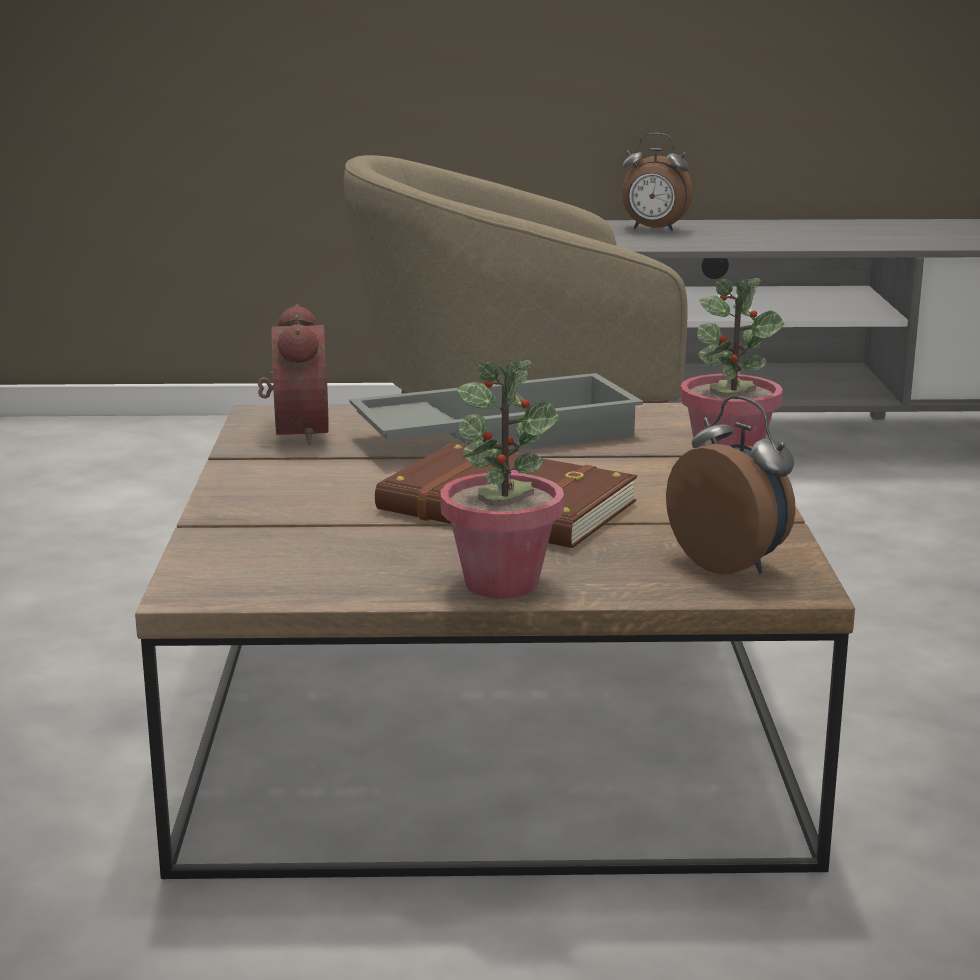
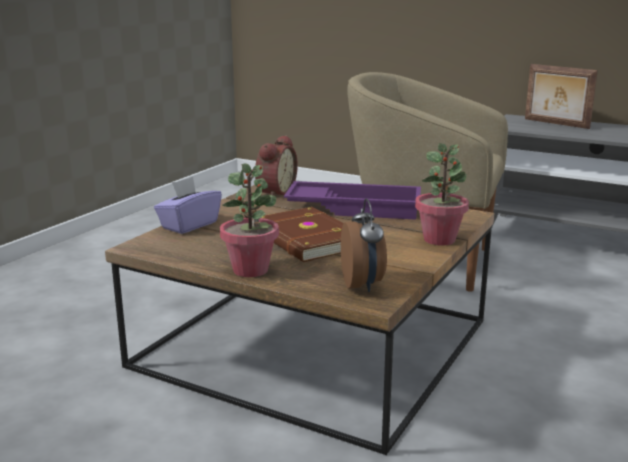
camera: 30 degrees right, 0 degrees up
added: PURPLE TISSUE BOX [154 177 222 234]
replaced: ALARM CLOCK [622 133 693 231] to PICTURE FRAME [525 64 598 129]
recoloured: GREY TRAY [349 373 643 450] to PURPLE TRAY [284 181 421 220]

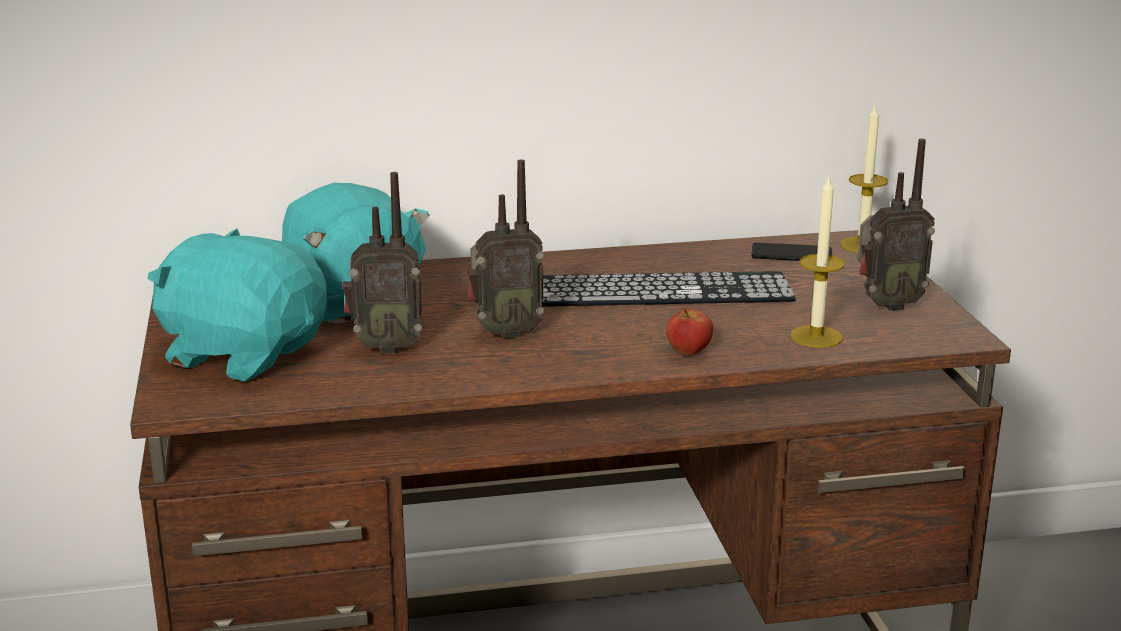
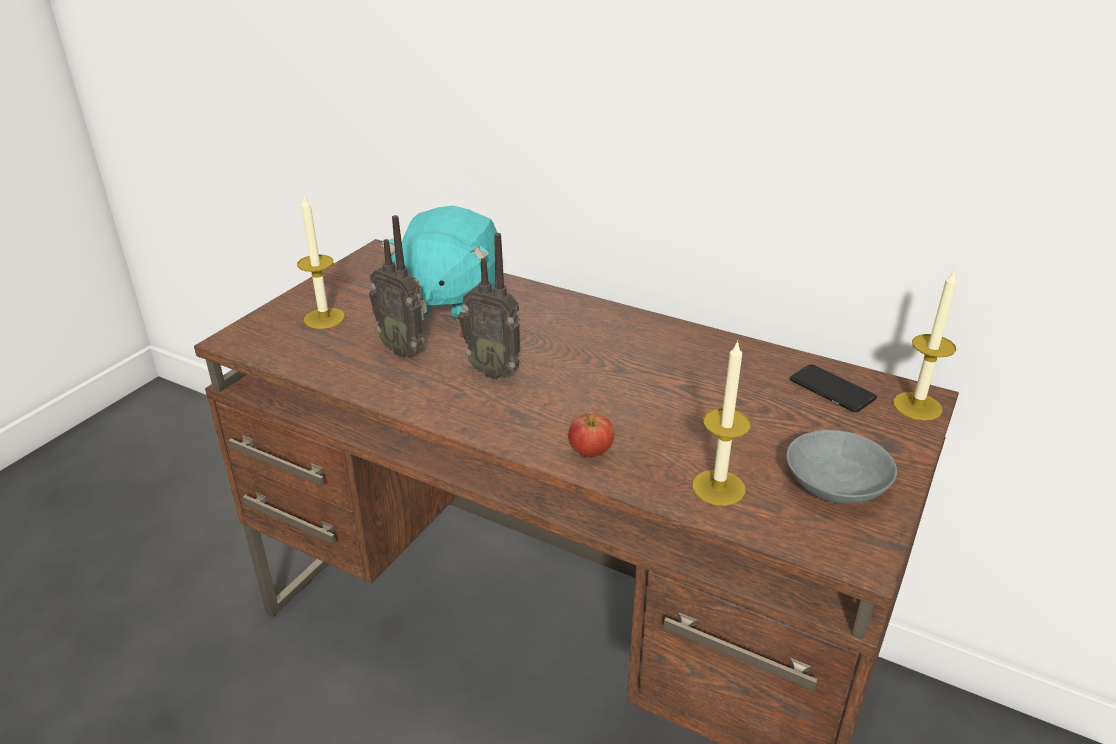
camera: 40 degrees right, 10 degrees up
removed: KEYBOARD [542 271 796 307]
replaced: TURQUOISE PLUSH TOY [147 229 327 381] to CANDLE [297 195 345 329]; RADIO [858 139 935 311] to GREY BOWL [786 430 897 504]

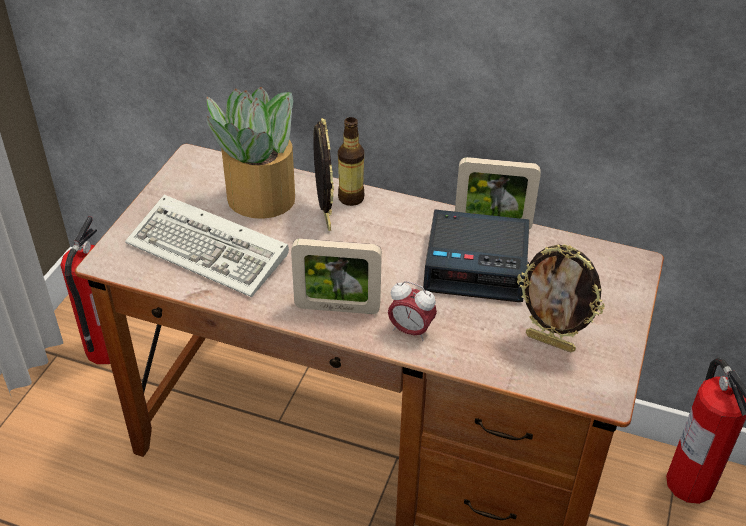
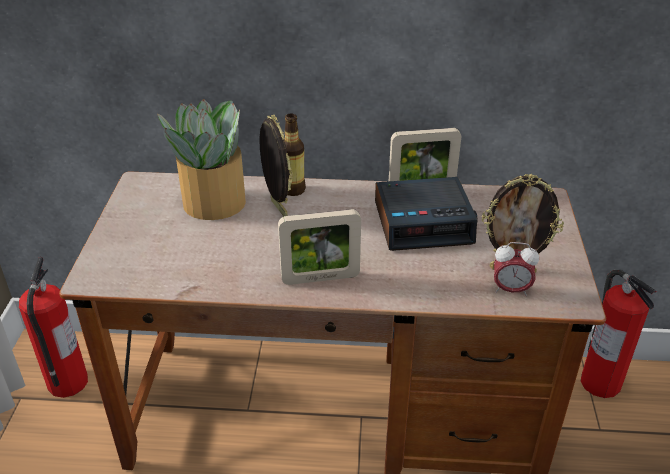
camera: 15 degrees left, 5 degrees down
removed: KEYBOARD [125 195 289 297]
moved: ALARM CLOCK [388 281 437 341] to [494 242 539 296]

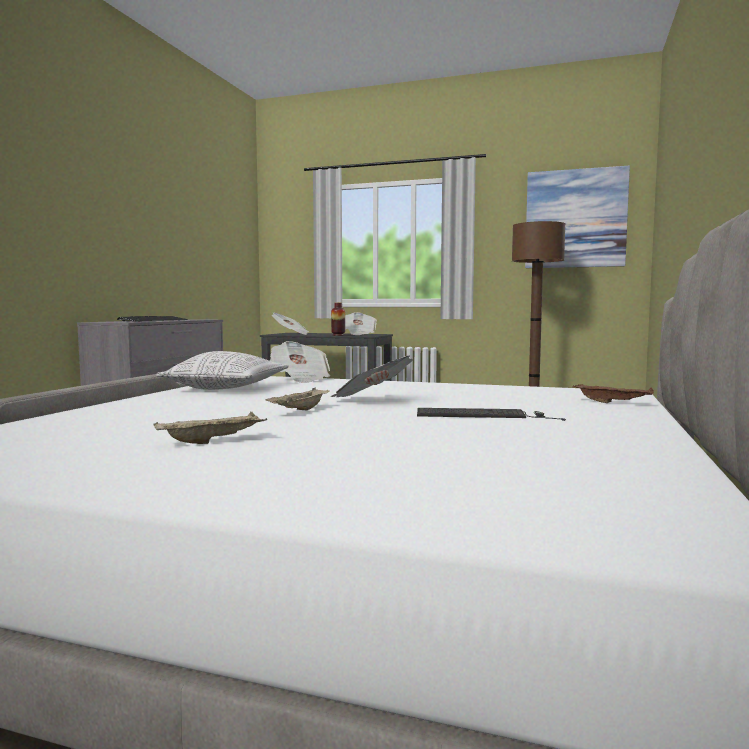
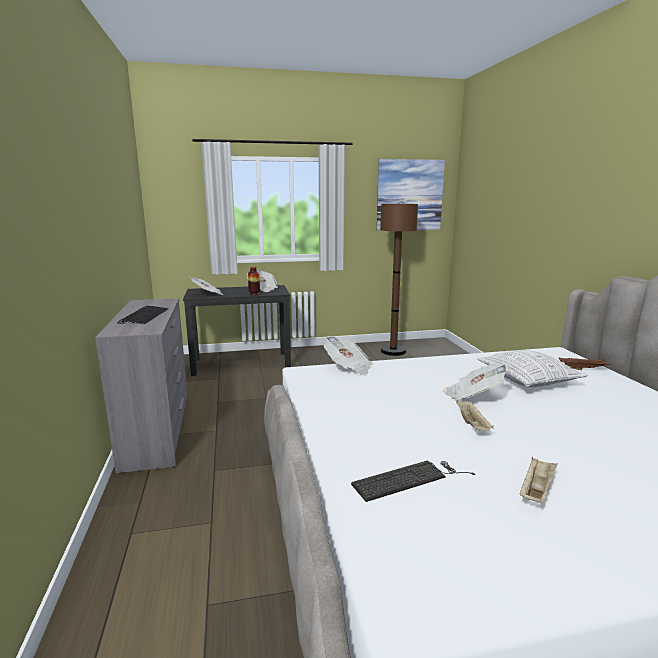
camera: 30 degrees left, 10 degrees up
moved: KEYBOARD [417 408 566 421] to [351 460 475 502]; PILLOW [156 351 289 390] to [477 350 588 387]

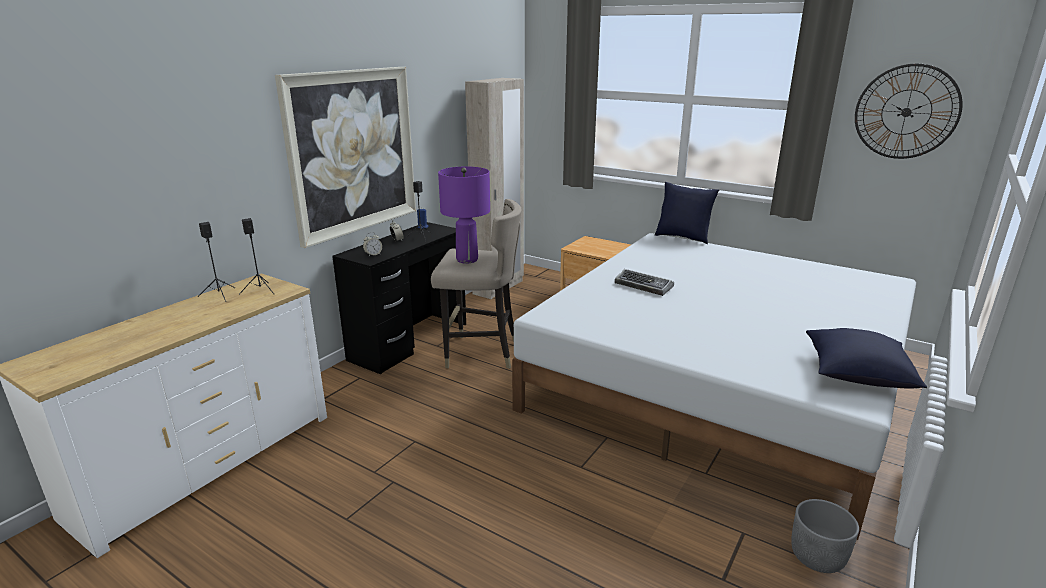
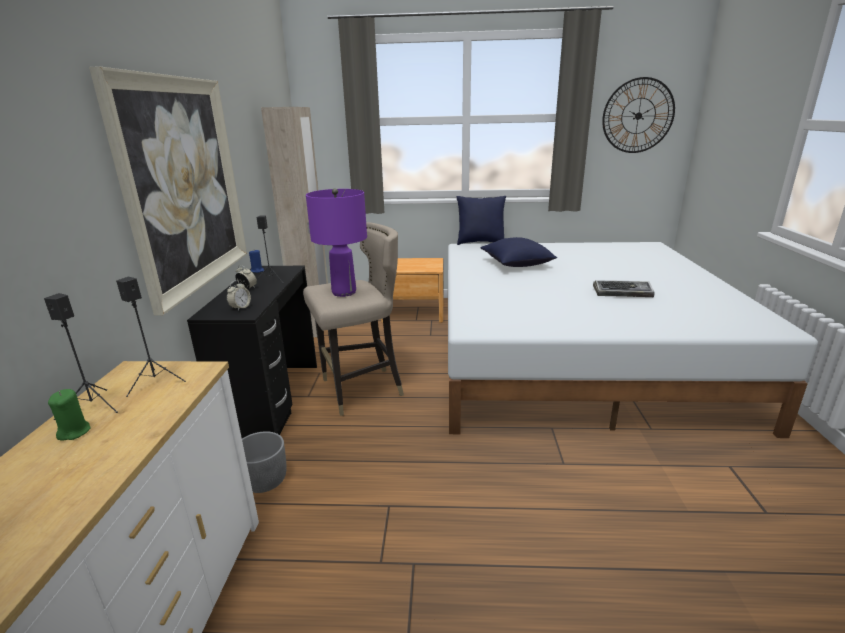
camera: 30 degrees left, 0 degrees up
added: GREEN CANDLE [48 389 91 441]
moved: GREY PLANTER [791 499 859 573] to [242 431 286 493]; BLUE PILLOW [806 328 927 389] to [481 237 557 267]; KEYBOARD [615 269 674 296] to [593 280 655 297]

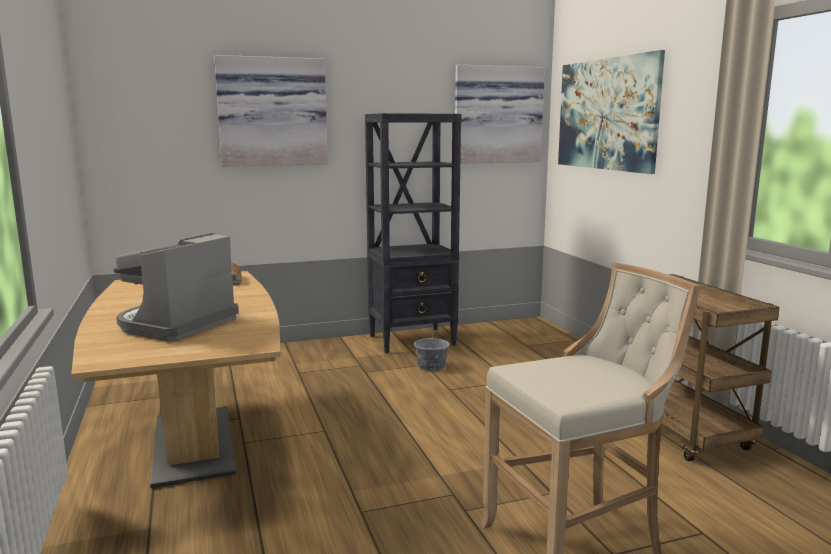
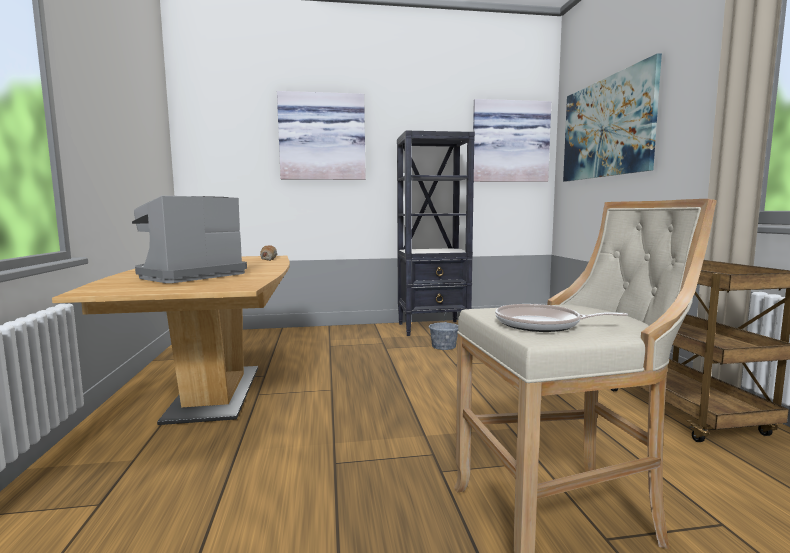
camera: 10 degrees right, 5 degrees down
added: FRYING PAN [495 304 628 332]

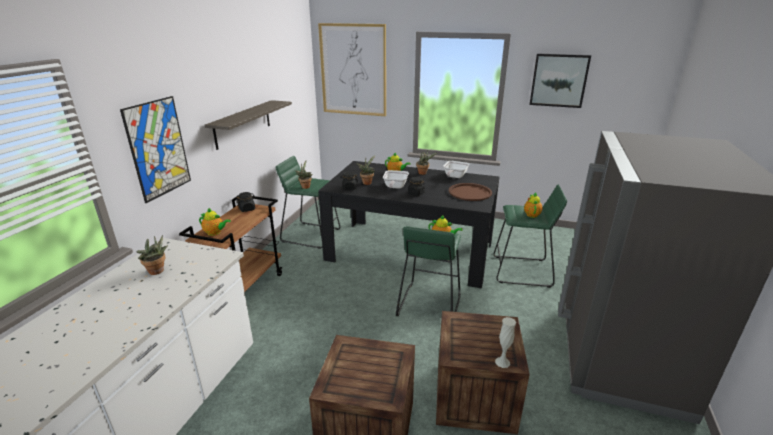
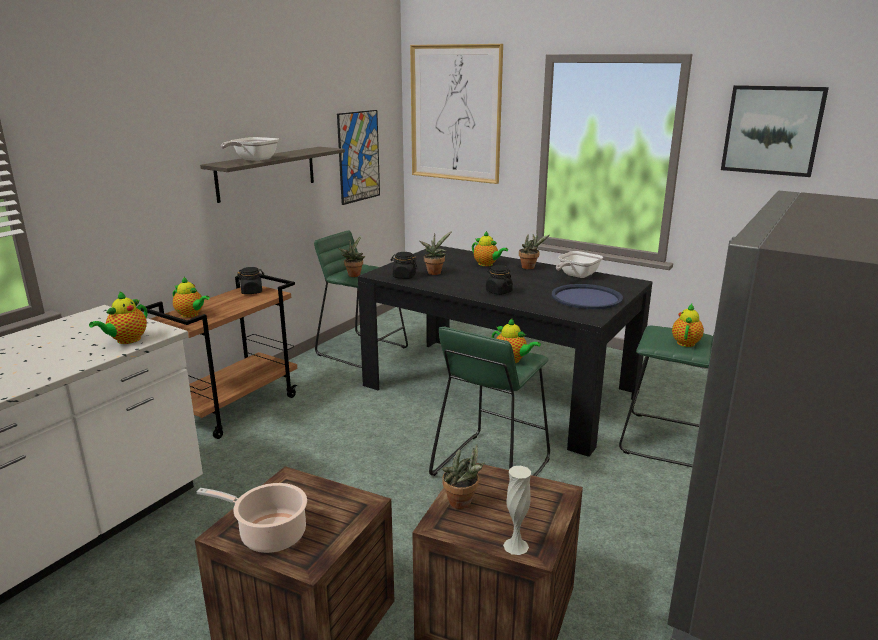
camera: 15 degrees right, 5 degrees down
added: TEAPOT [89 291 148 344]; COOKING POT [197 483 307 553]
moved: FRYING PAN [383 170 409 189] to [221 137 279 161]; PICTURE [120 96 191 203] to [337 110 380 205]; POTTED PLANT [137 235 168 275] to [442 444 485 509]
recoloured: BROWN TRAY [449 183 492 201] to BLUE TRAY [552 284 623 309]

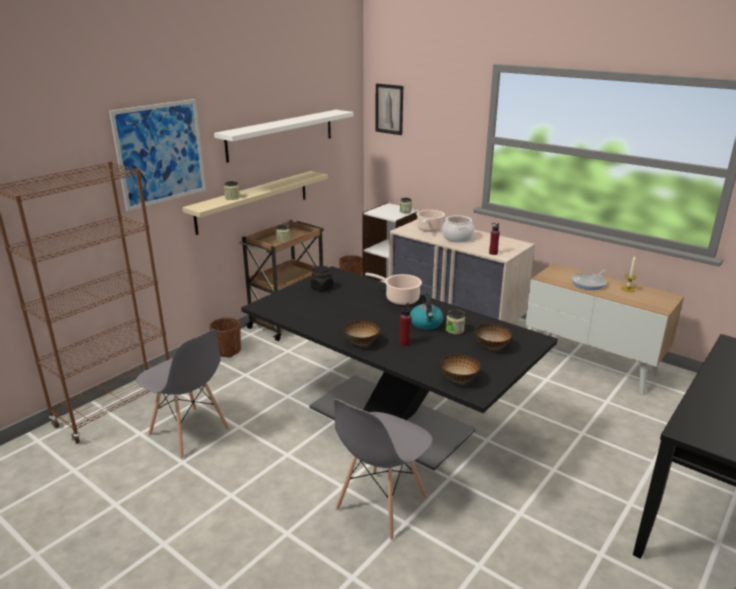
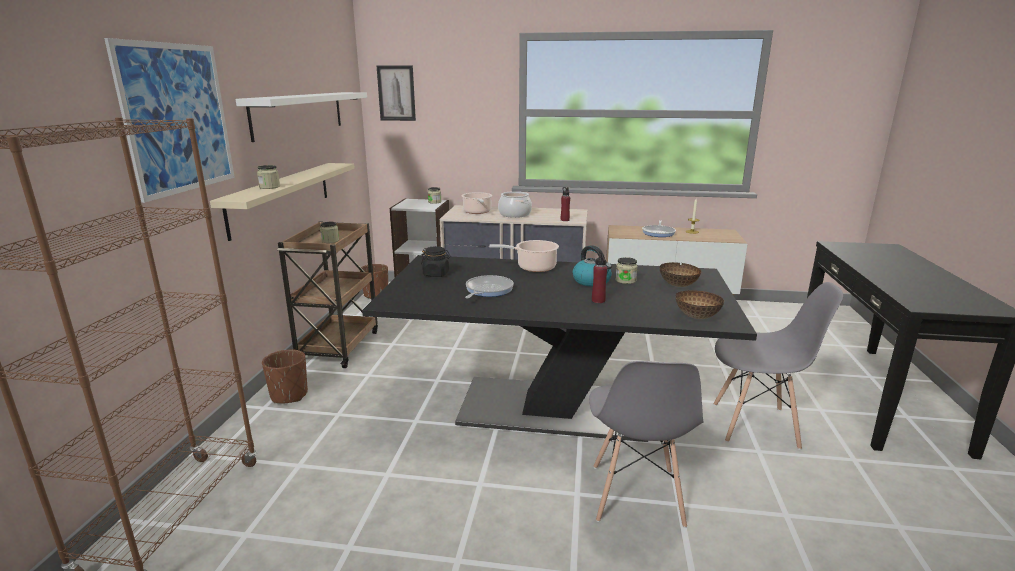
camera: 30 degrees left, 5 degrees down
removed: BOWL [343 320 380 345]
added: FRYING PAN [465 275 514 299]
moved: GREY CHAIR [136 329 230 459] to [713 282 843 450]

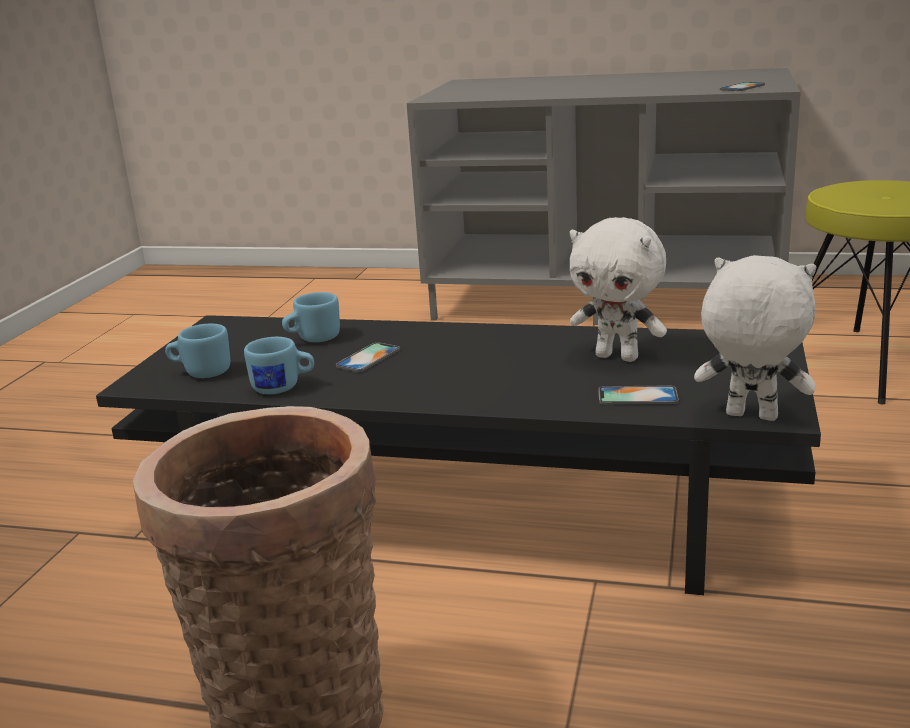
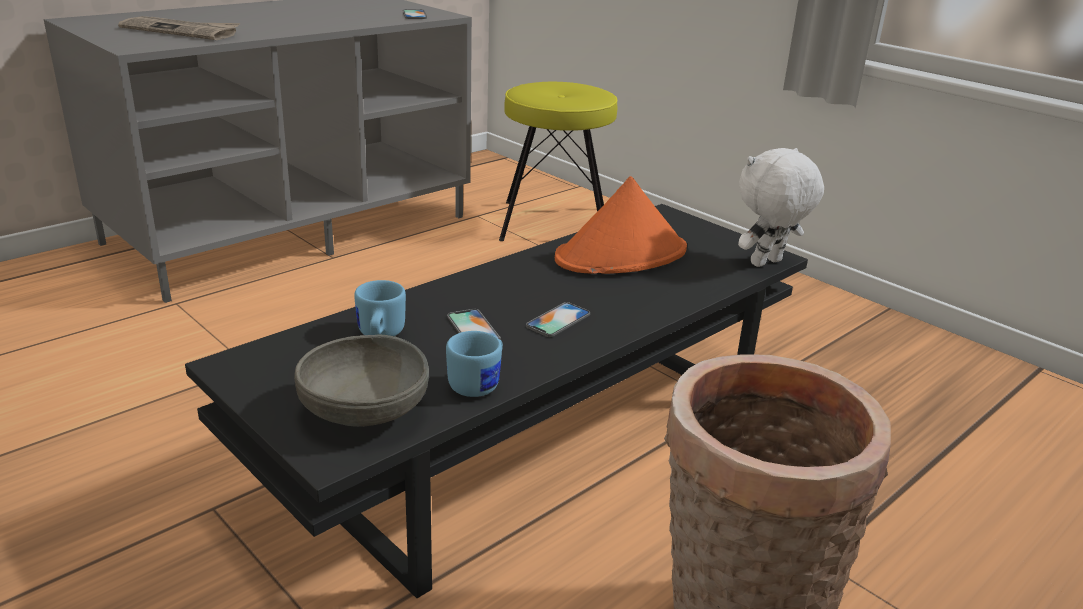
camera: 60 degrees left, 5 degrees up
added: NEWSPAPER [118 16 240 40]
moved: PHONE [598 385 679 405] to [526 302 590 337]
replaced: BLUE MUG [165 324 230 378] to GREY BOWL [294 334 429 427]; WHITE PLUSH TOY [570 217 667 362] to ORANGE HAT [555 176 687 274]

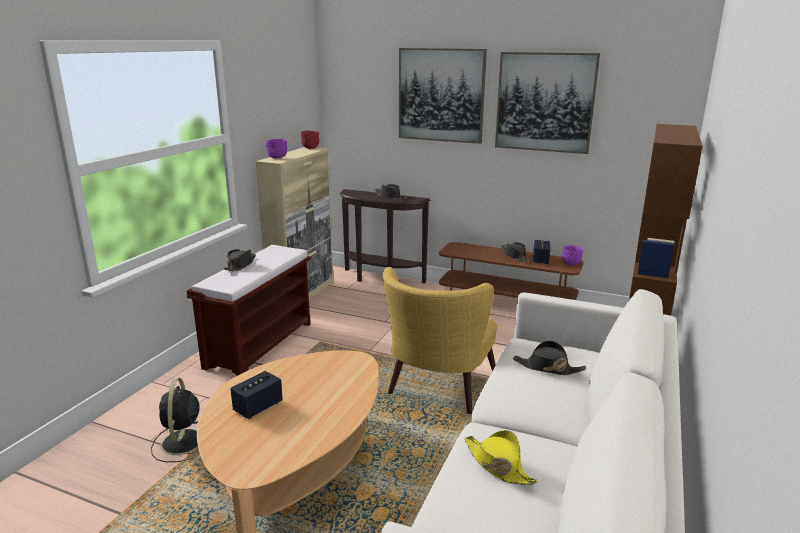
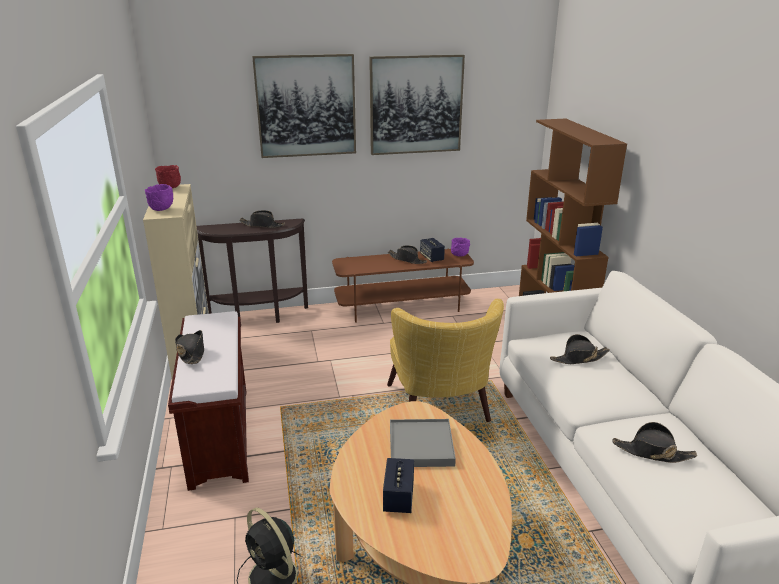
camera: 35 degrees left, 5 degrees up
added: GREY TRAY [390 419 456 467]
recoloured: YELLOW HAT [465 430 538 485] to BLACK HAT [612 422 697 463]

